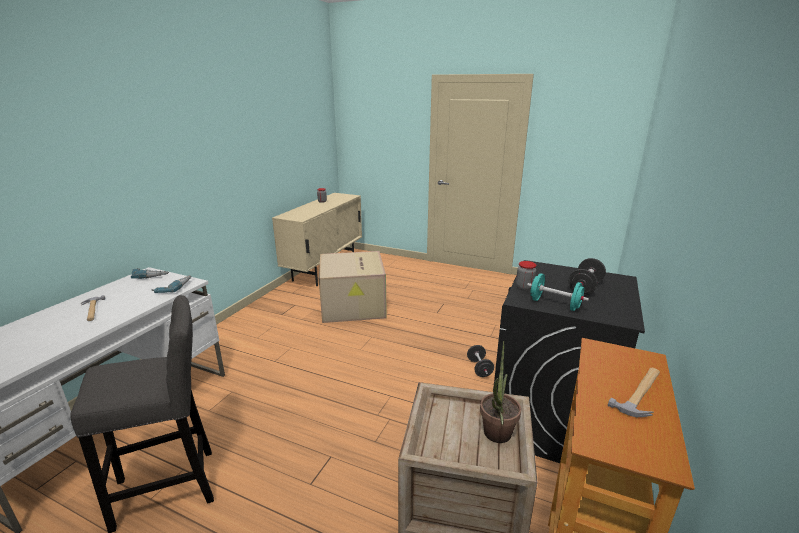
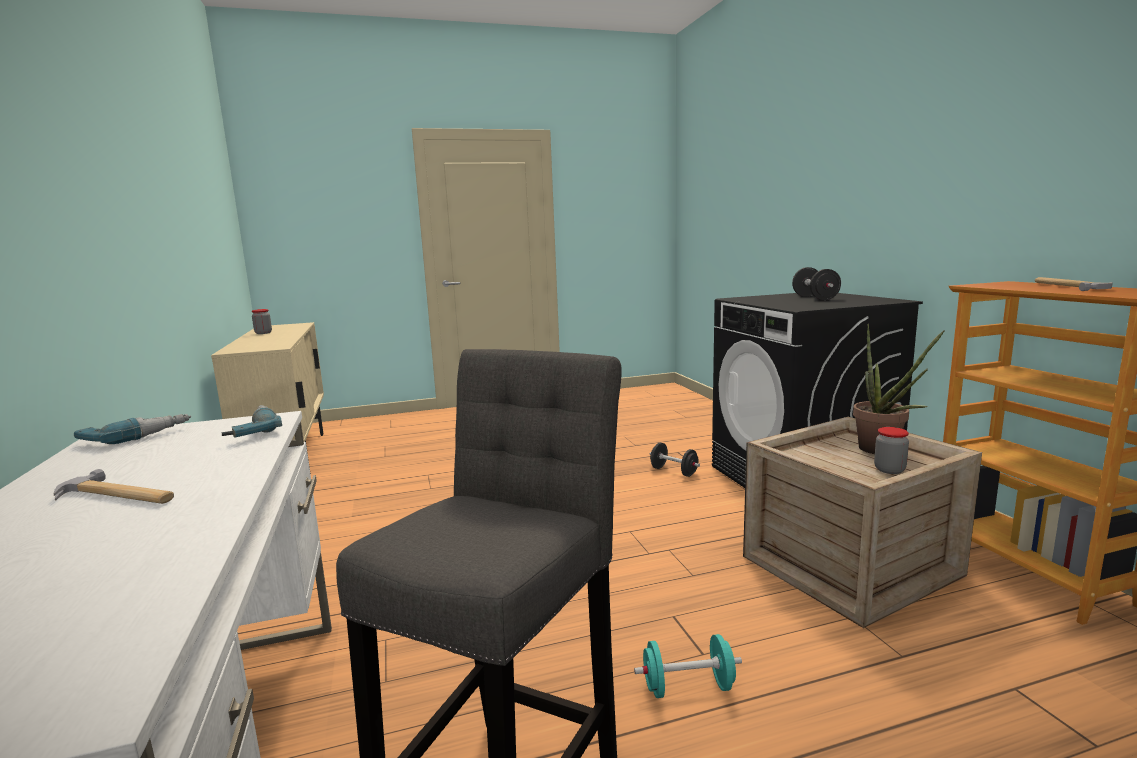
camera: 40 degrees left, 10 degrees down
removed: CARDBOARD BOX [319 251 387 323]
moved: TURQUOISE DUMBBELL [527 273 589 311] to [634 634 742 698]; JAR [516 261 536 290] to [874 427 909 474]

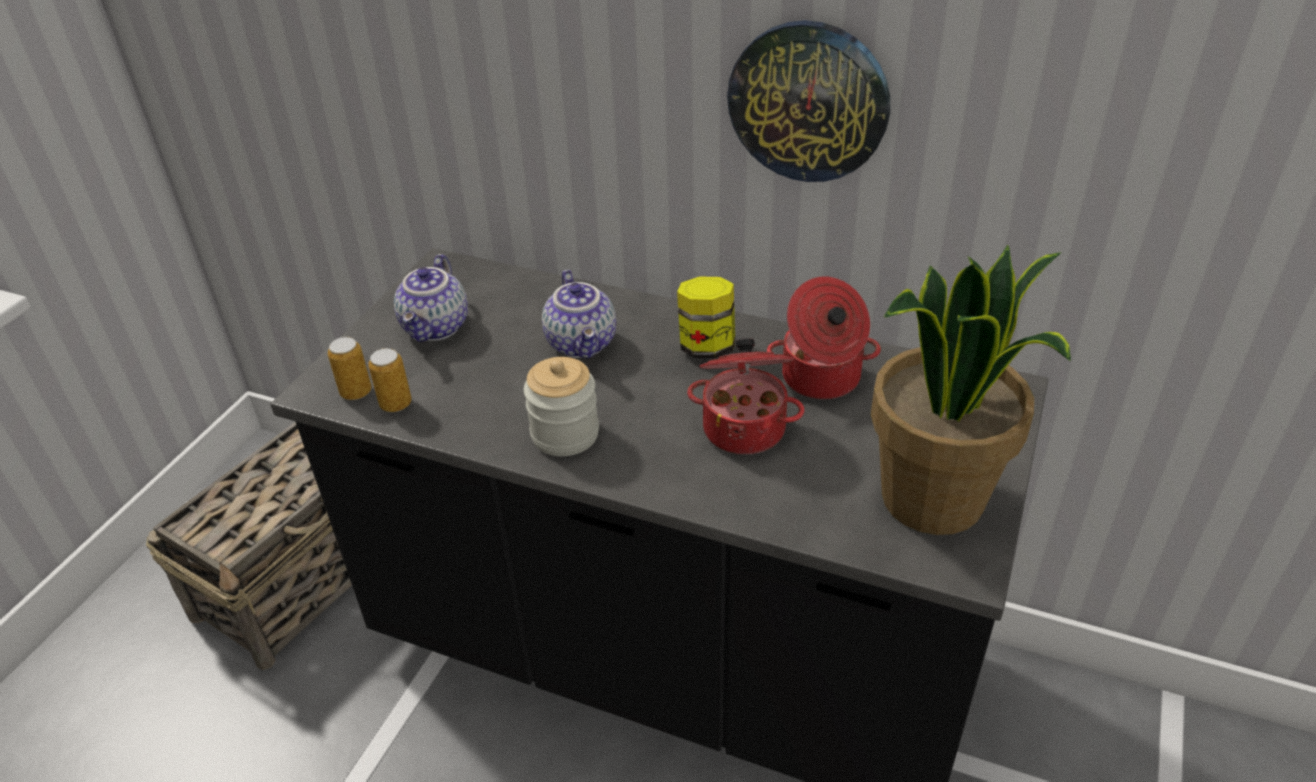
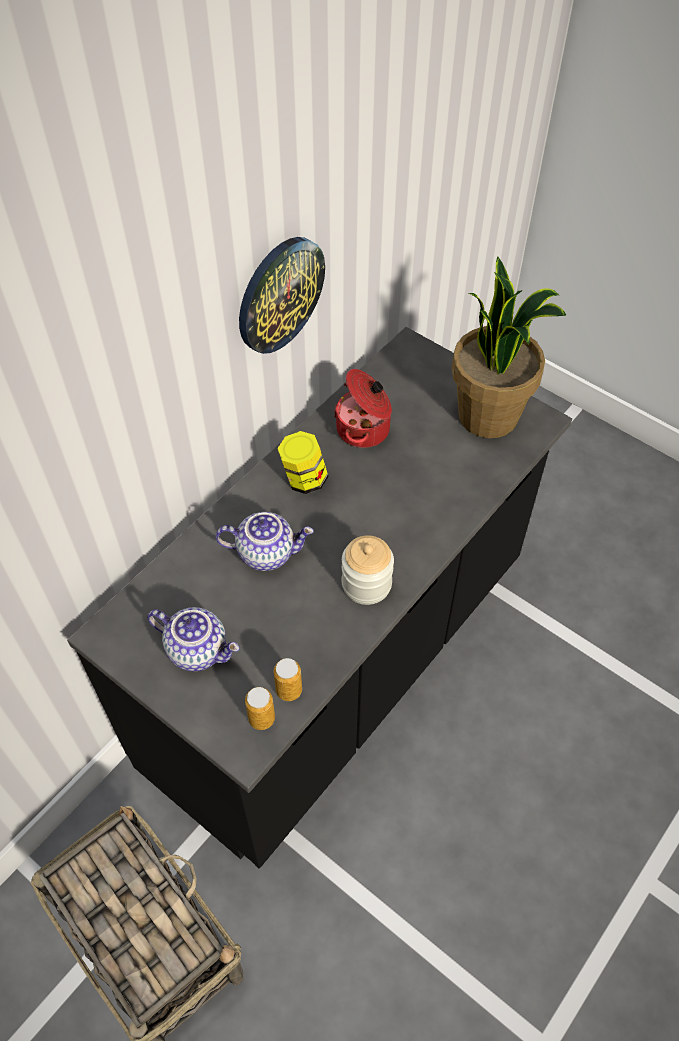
camera: 75 degrees left, 15 degrees up
removed: COOKING POT [687 338 804 455]

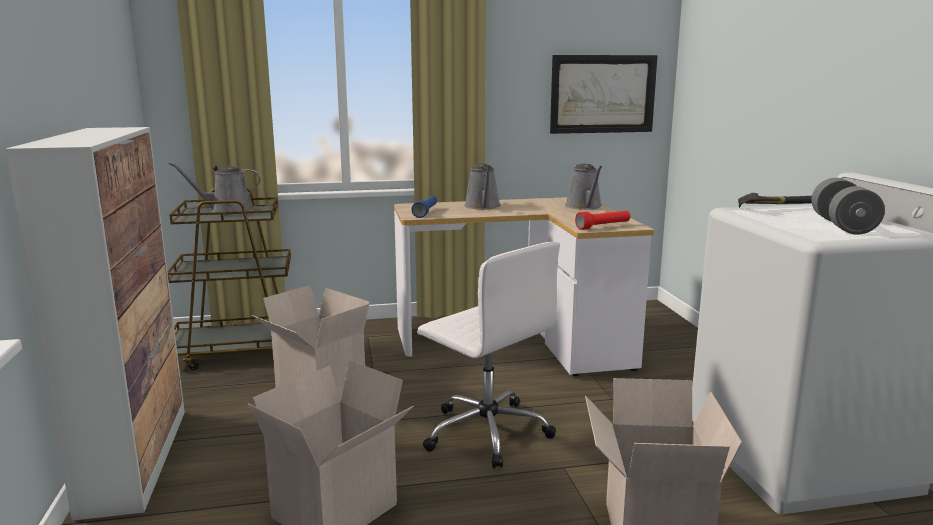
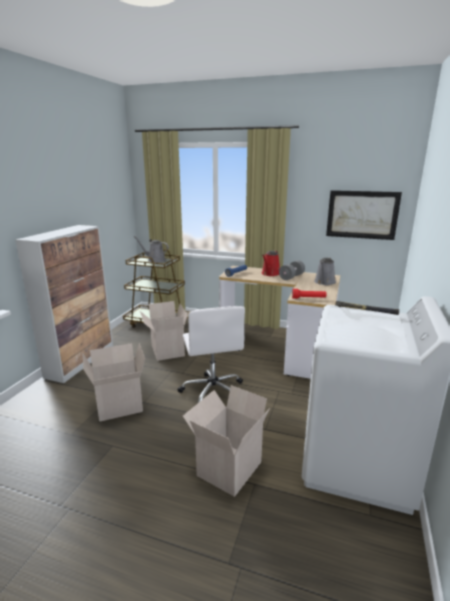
camera: 30 degrees right, 5 degrees up
moved: GREY DUMBBELL [811 178 885 235] to [279 260 305 280]
recoloured: GREY WATERING CAN [464 163 501 209] to RED WATERING CAN [262 251 280 276]

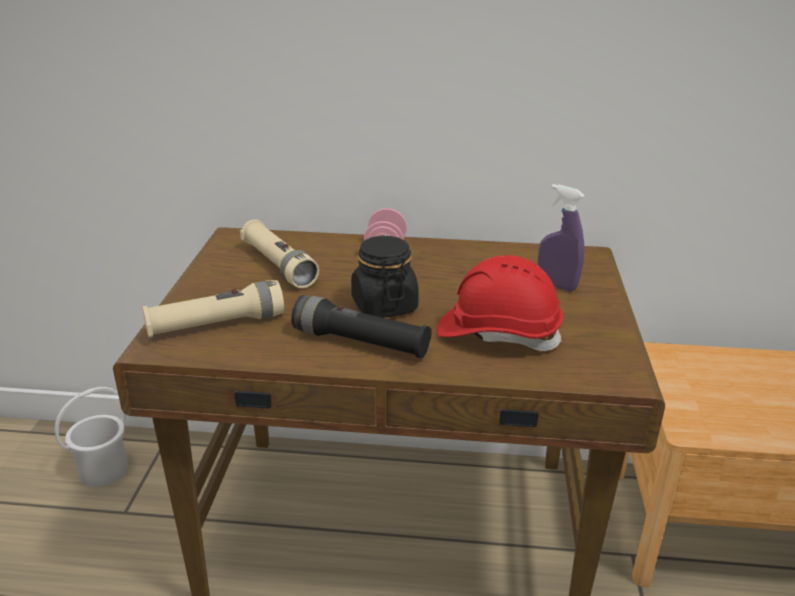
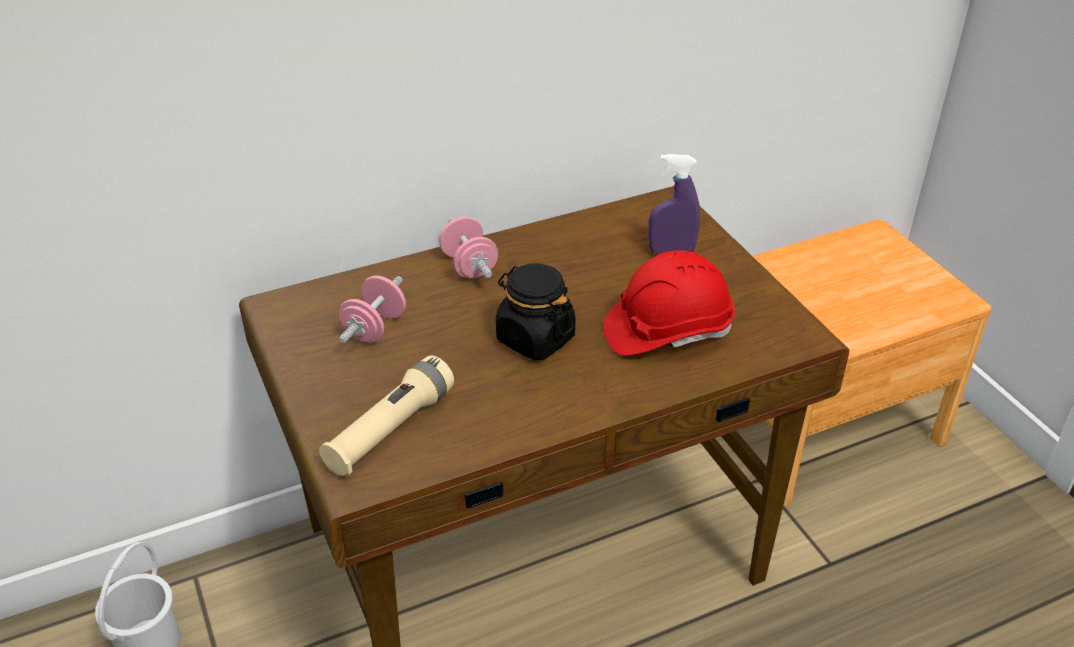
camera: 30 degrees left, 10 degrees up
removed: BLACK FLASHLIGHT [291 295 432 358]
replaced: BEIGE FLASHLIGHT [240 219 319 288] to PINK DUMBBELL [339 276 406 343]

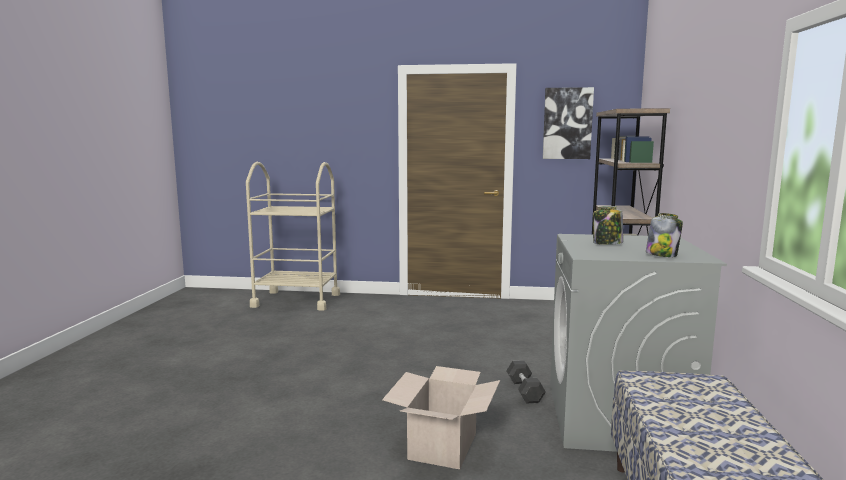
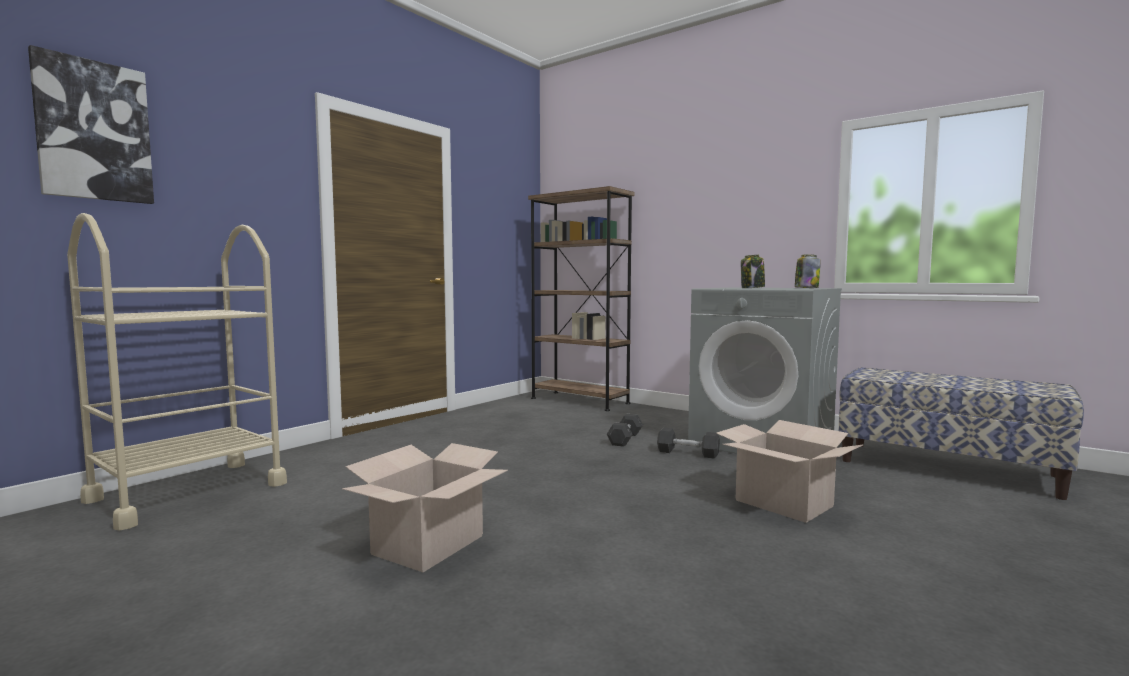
camera: 60 degrees left, 5 degrees down
added: CARDBOARD BOX [342 443 508 572]; GREY DUMBBELL [607 414 643 447]
moved: PICTURE [543 87 594 159] to [28 45 154 204]

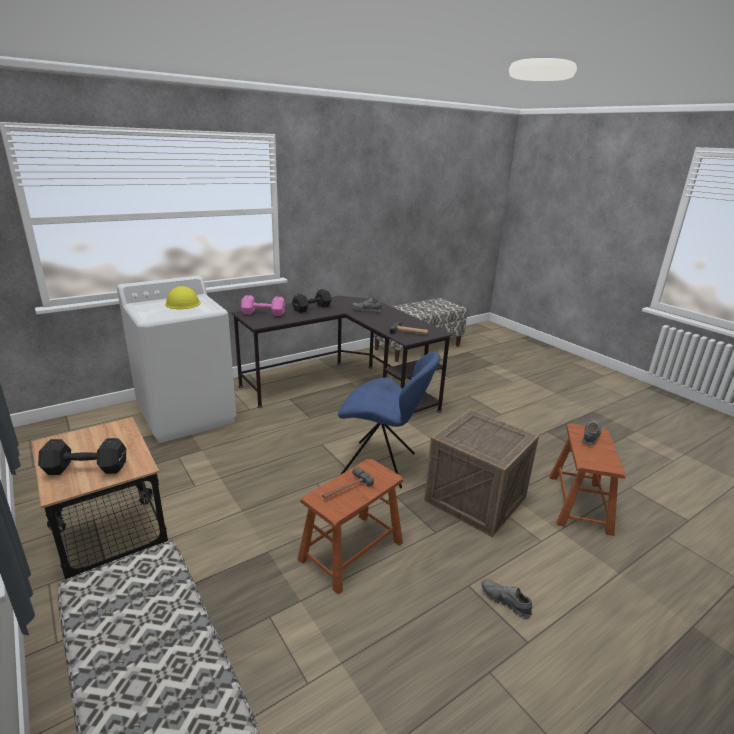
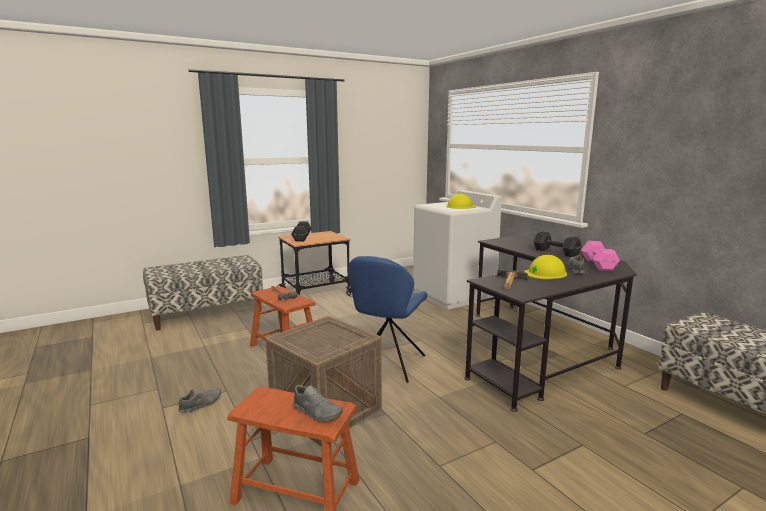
camera: 95 degrees right, 10 degrees down
added: YELLOW HARD HAT [524 255 567 279]
moved: PINK DUMBBELL [241 295 285 316] to [581 241 620 271]

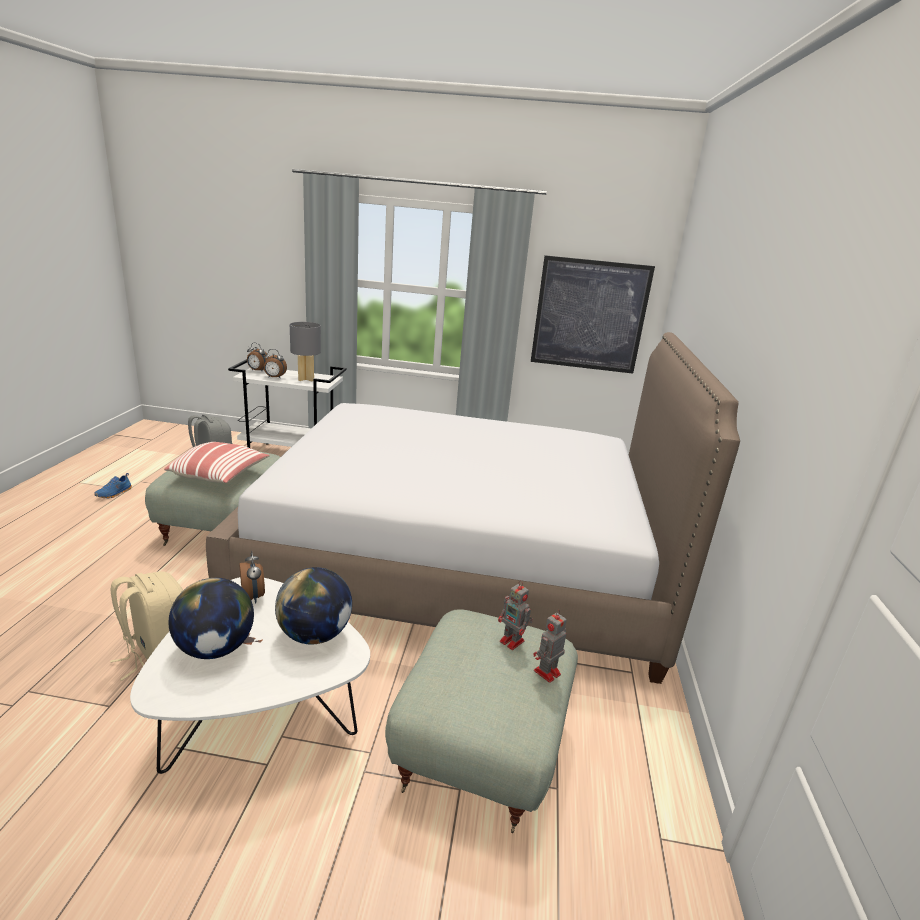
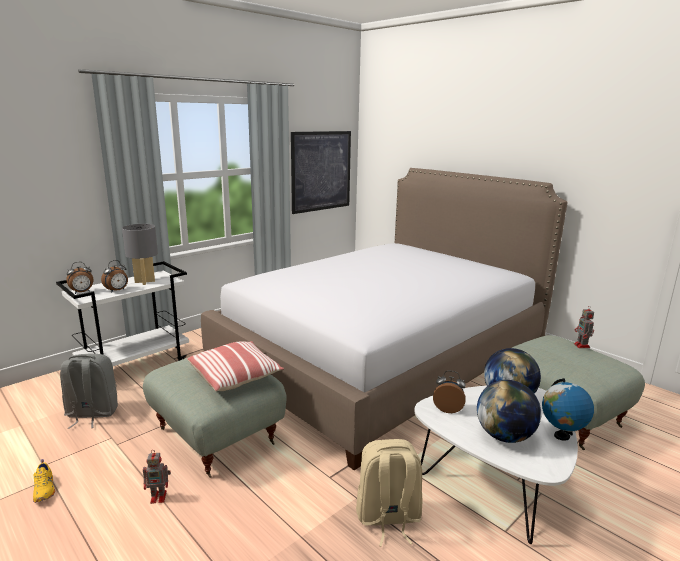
camera: 50 degrees left, 5 degrees down
added: GLOBE [542 378 594 441]
moved: TOY ROBOT [498 581 533 650] to [143 451 171 504]
recoloured: BLUE SHOE [95 473 132 498] to YELLOW SHOE [33 459 55 503]

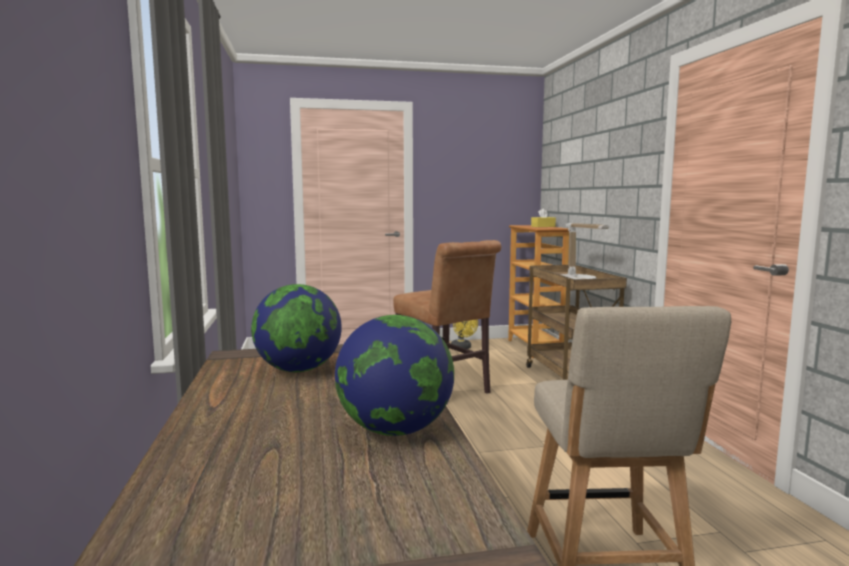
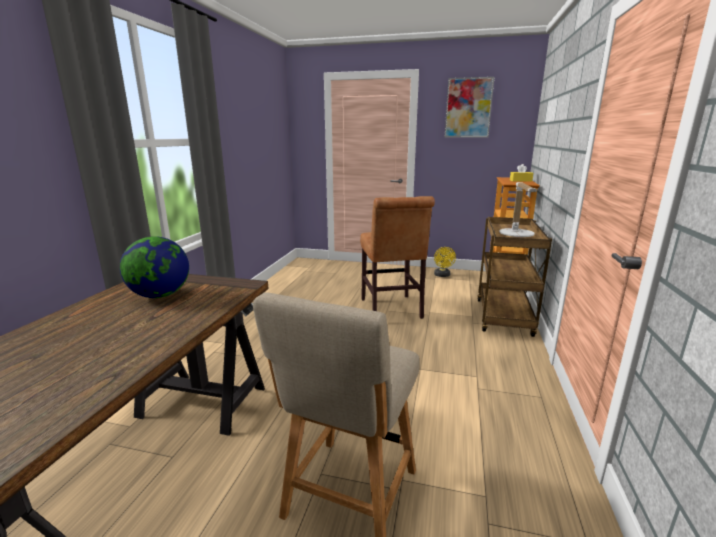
camera: 25 degrees right, 10 degrees up
removed: GLOBE [335 315 454 436]
added: PICTURE [445 77 494 137]

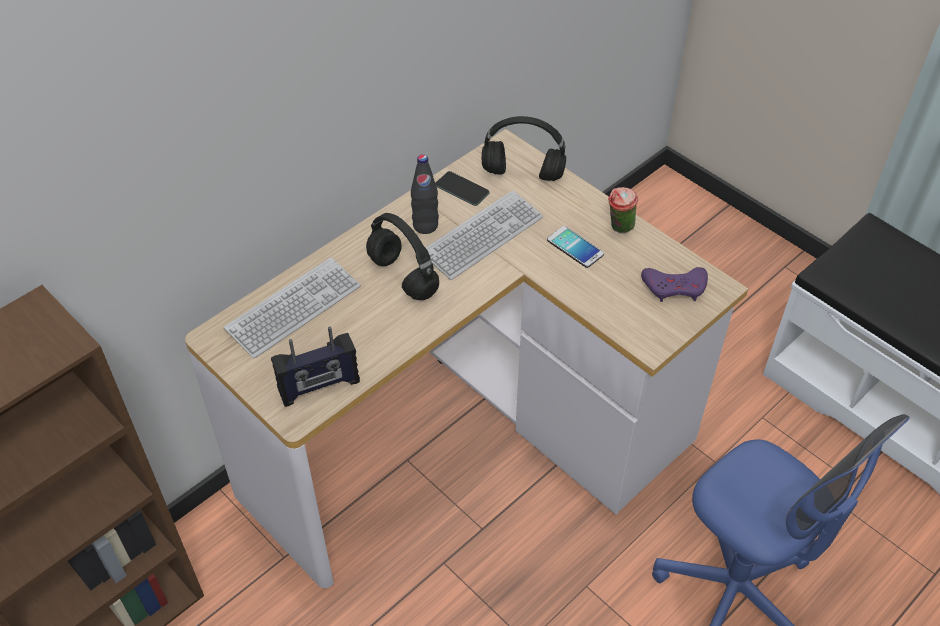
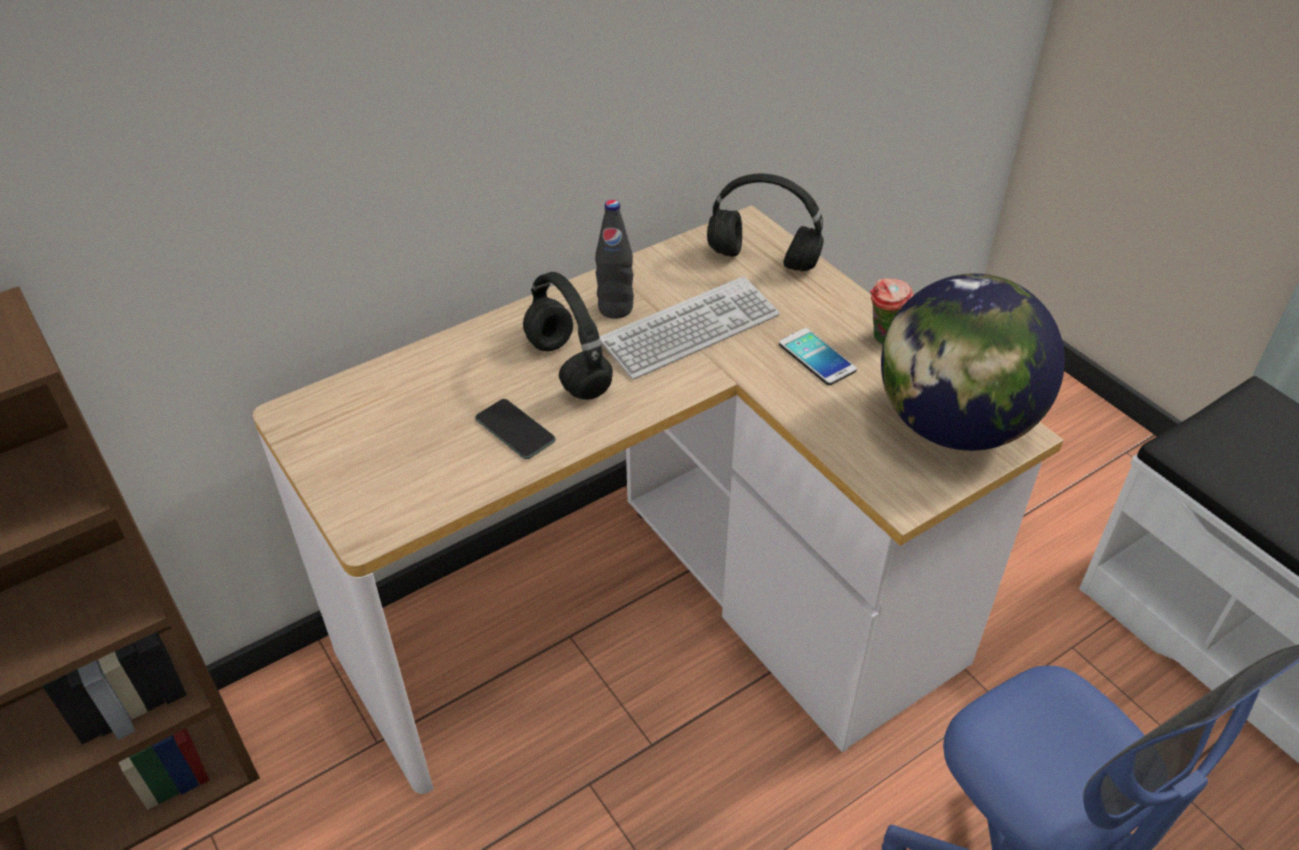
camera: 10 degrees right, 5 degrees down
removed: KEYBOARD [224 257 361 359]; RADIO [271 327 360 407]
moved: PHONE [436 171 490 206] to [475 399 556 459]
replaced: PURPLE GAME CONTROLLER [641 267 708 302] to GLOBE [881 273 1065 451]

